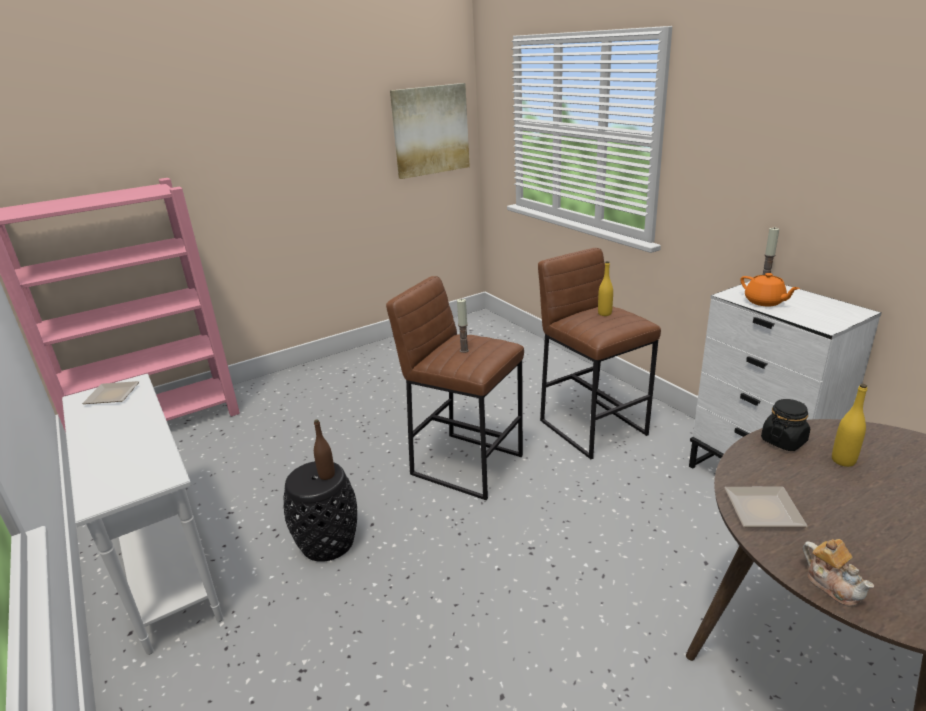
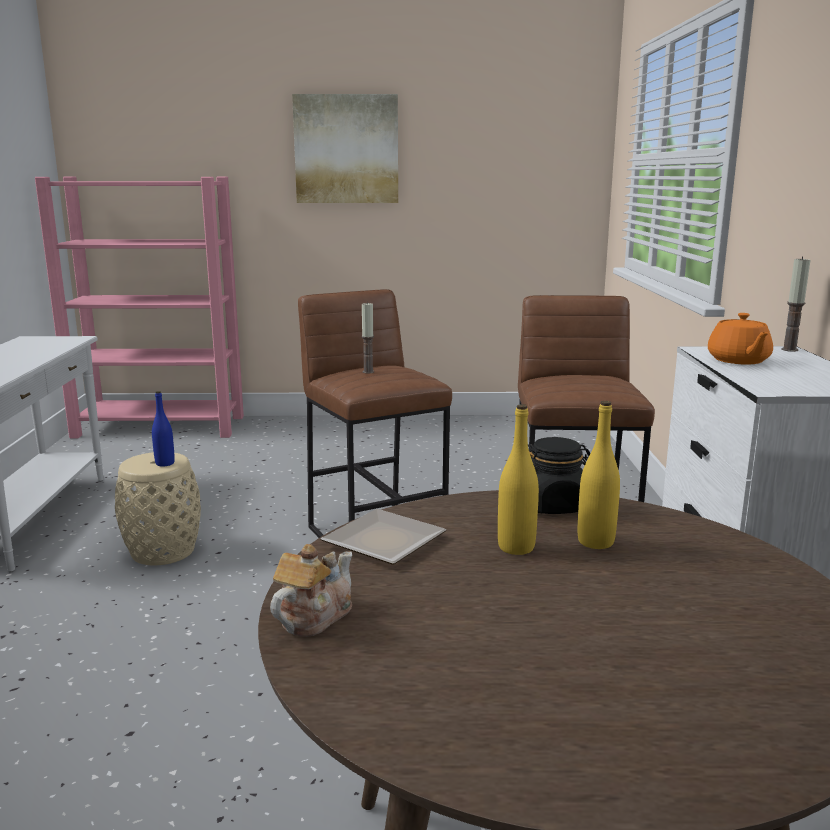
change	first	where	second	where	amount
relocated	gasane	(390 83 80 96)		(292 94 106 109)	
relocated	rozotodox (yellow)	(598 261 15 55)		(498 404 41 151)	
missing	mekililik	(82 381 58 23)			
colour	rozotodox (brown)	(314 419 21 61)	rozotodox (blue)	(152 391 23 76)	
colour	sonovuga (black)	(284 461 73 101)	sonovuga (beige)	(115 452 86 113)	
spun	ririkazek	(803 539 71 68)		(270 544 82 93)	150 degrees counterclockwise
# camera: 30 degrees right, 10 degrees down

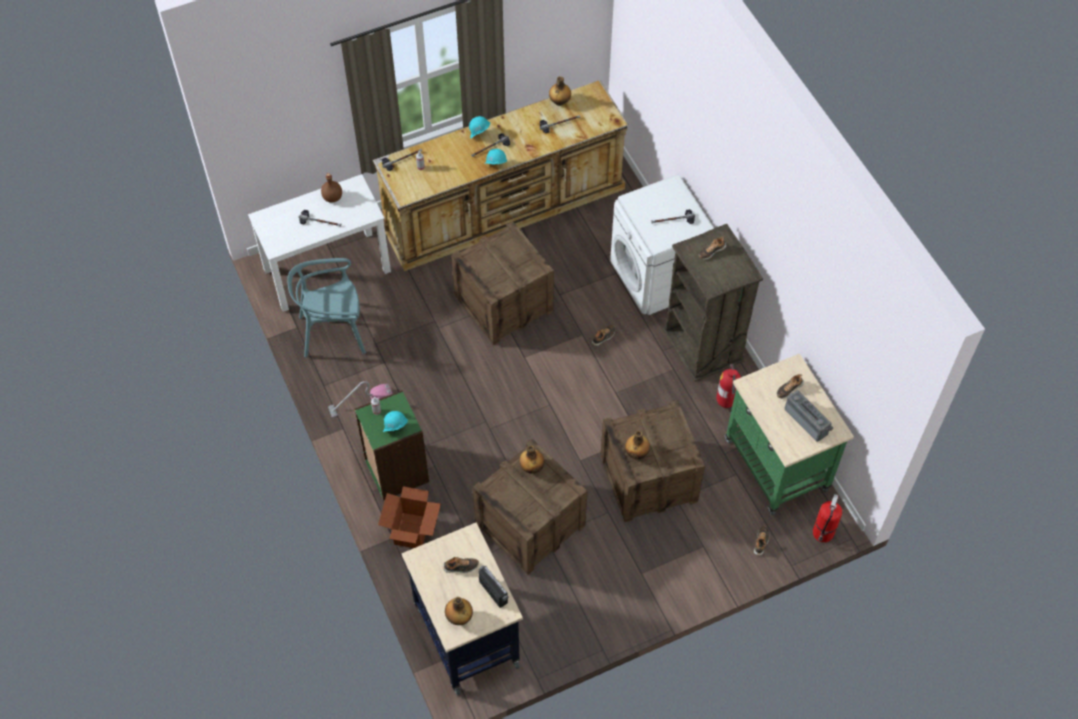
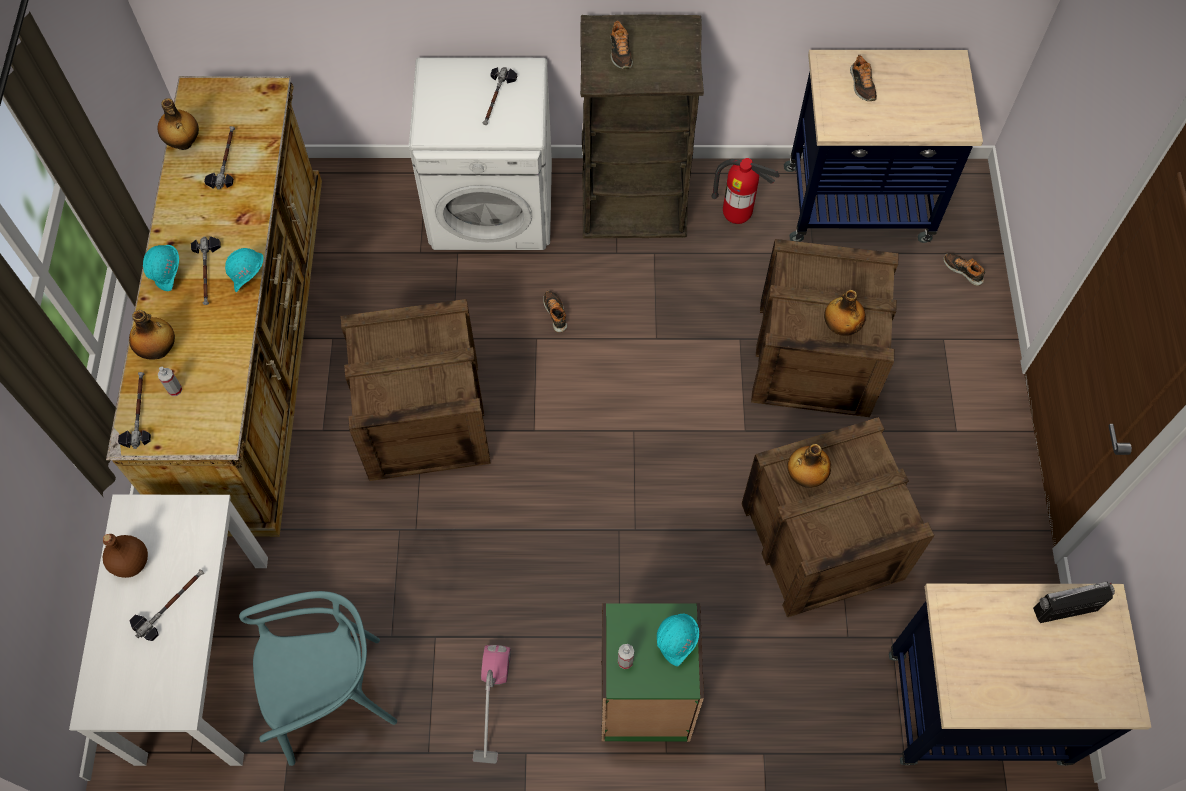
change	first	where	second	where	amount
spun	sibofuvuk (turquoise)	(287 258 79 100)		(239 591 158 175)	120 degrees counterclockwise
colour	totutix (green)	(725 353 129 162)	totutix (blue)	(784 50 199 193)	
missing	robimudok	(785 390 48 52)			
missing	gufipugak	(378 486 63 62)			
missing	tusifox	(813 494 29 48)			
missing	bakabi	(443 557 36 16)			
relocated	rozotodox	(445 597 28 28)		(129 310 46 50)	
# camera: 65 degrees left, 5 degrees up

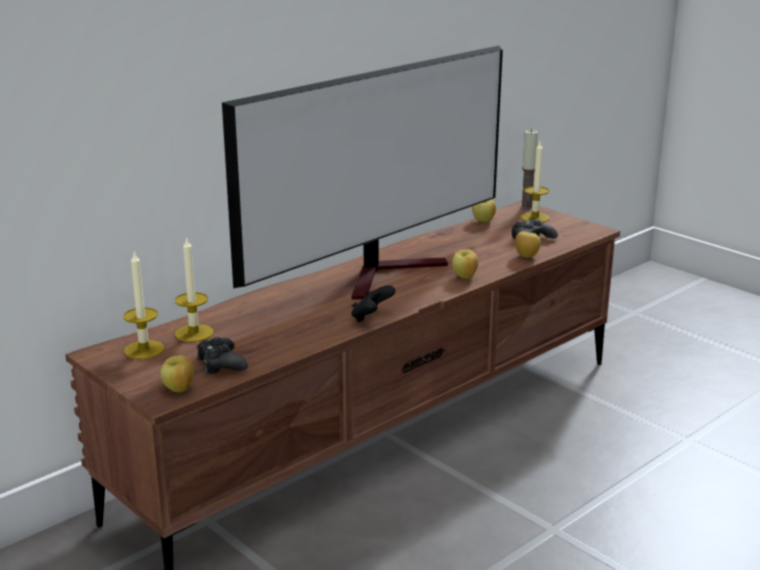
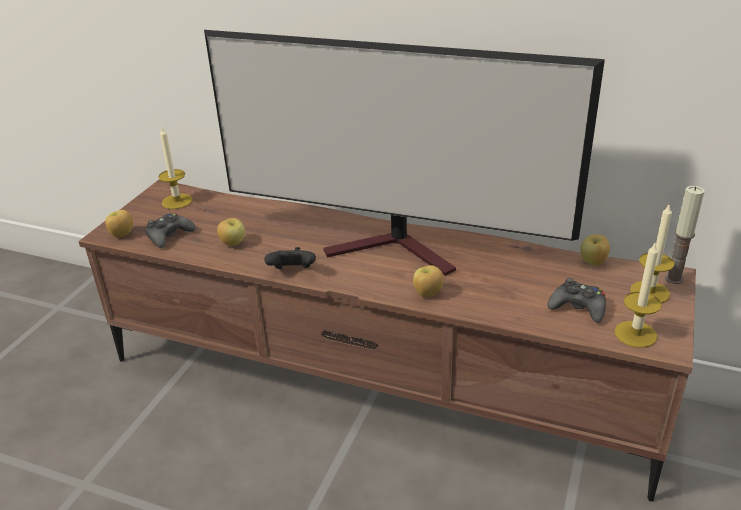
change	first	where	second	where	amount
relocated	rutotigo	(515 231 26 27)		(217 218 28 28)	
relocated	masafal	(175 236 38 106)		(614 241 48 107)	
# camera: 65 degrees right, 10 degrees up

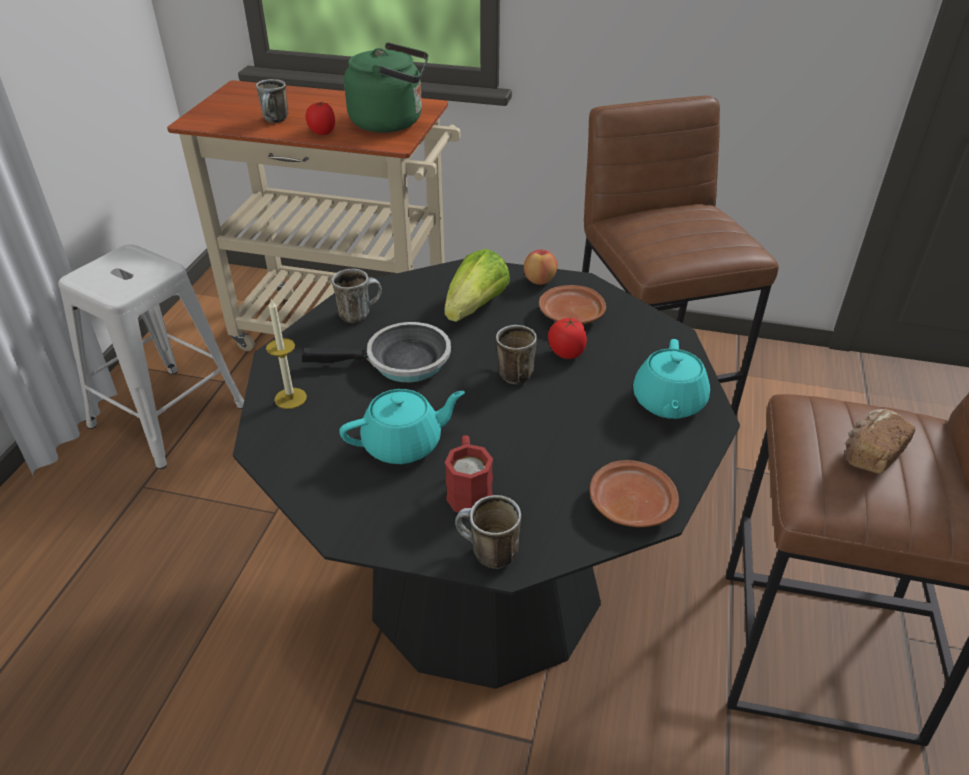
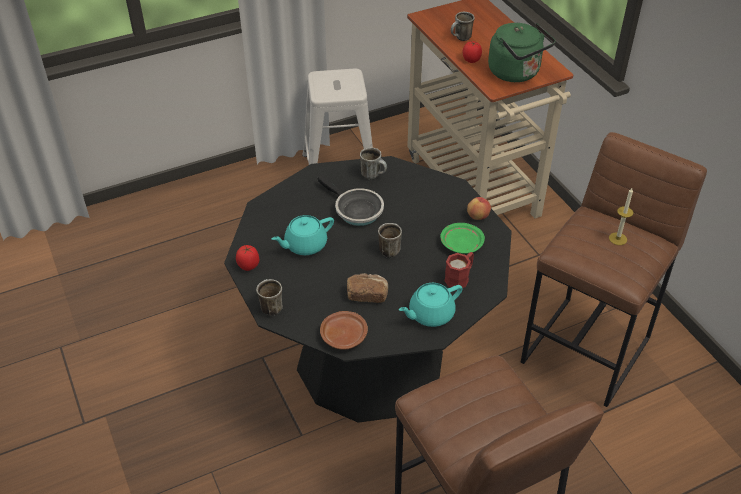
change	first	where	second	where	amount
missing	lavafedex	(444 249 66 73)			
colour	mekililik (brown)	(539 285 67 40)	mekililik (green)	(440 223 45 31)	
relocated	masafal	(266 299 41 110)		(609 188 25 57)	
relocated	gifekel	(548 317 39 42)		(236 245 23 26)	
spun	ririkazek (turquoise)	(339 389 126 75)		(271 215 63 40)	120 degrees clockwise
relocated	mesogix	(845 409 70 65)		(347 273 41 30)	
relocated	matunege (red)	(445 435 48 78)		(444 252 30 36)	
# camera: 50 degrees right, 5 degrees up

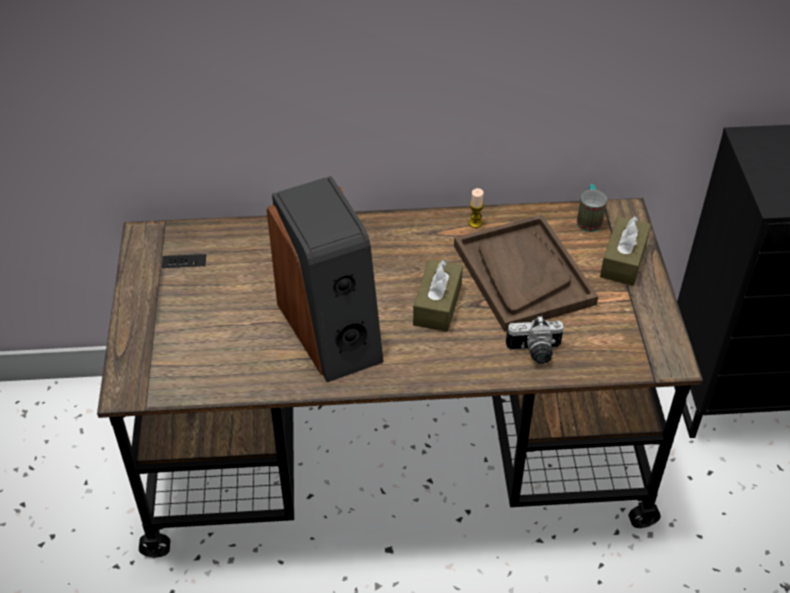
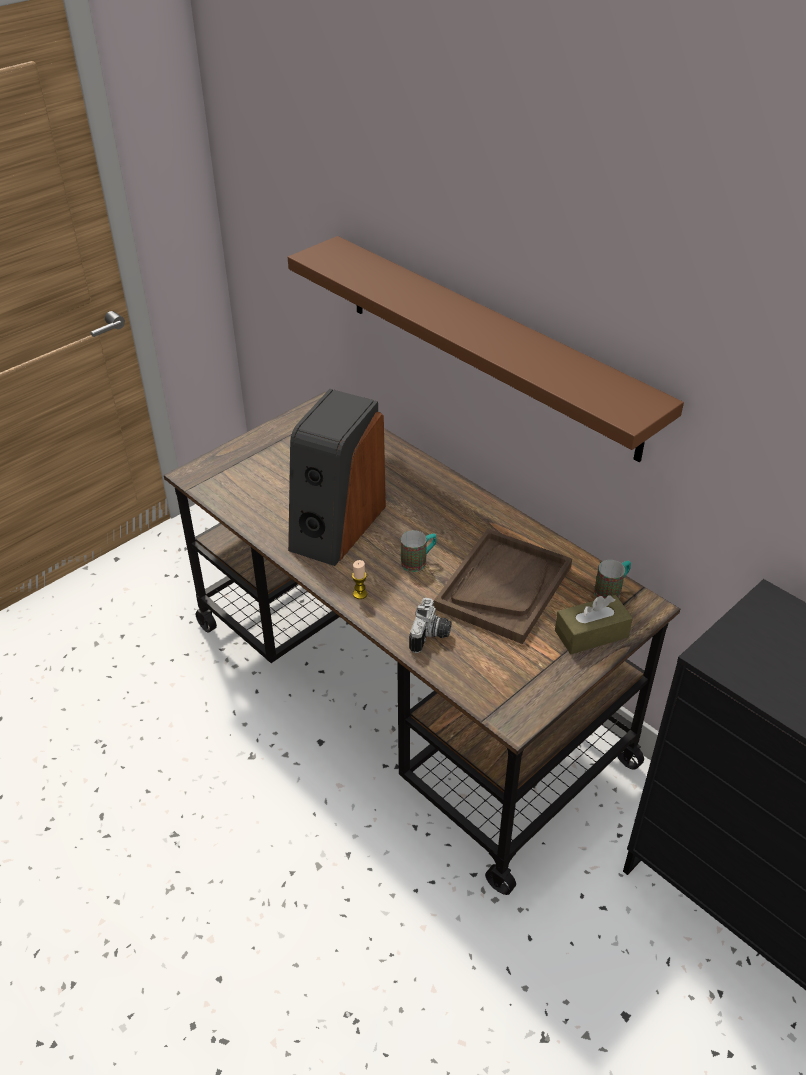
change	first	where	second	where	amount
relocated	masafal	(469 188 15 40)		(352 560 15 39)	
exchanged	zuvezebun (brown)	(413 259 50 73)	matunege	(401 530 36 42)	
spun	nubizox	(506 316 58 48)		(409 598 42 55)	120 degrees counterclockwise
appeared			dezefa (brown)	(288 236 396 226)	
# camera: 50 degrees right, 5 degrees down

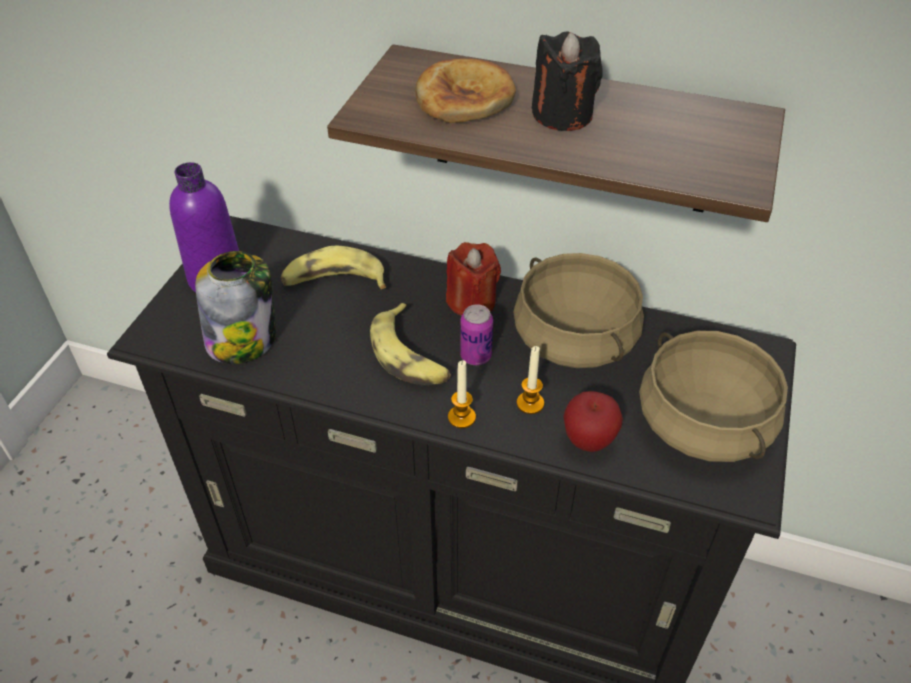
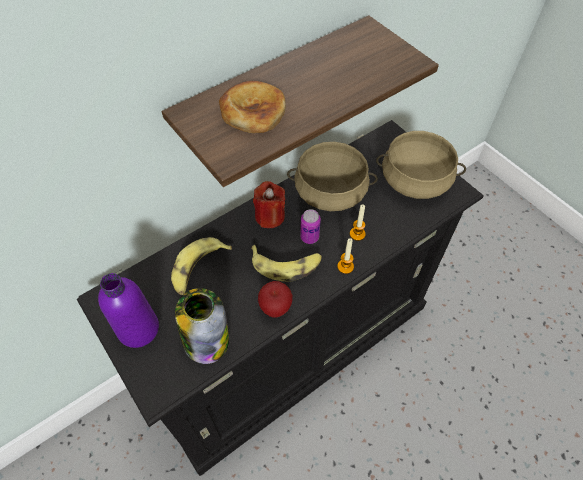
change	first	where	second	where	amount
missing	masafal (black)	(532 31 71 100)			
relocated	rutotigo	(563 391 60 61)		(258 281 35 37)	
# camera: 55 degrees left, 10 degrees up

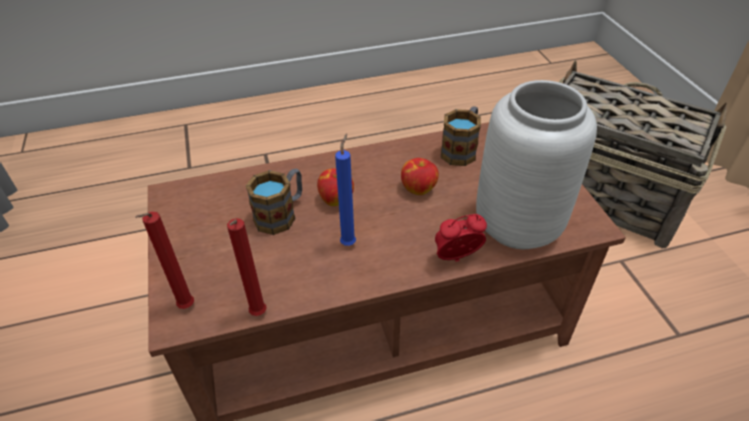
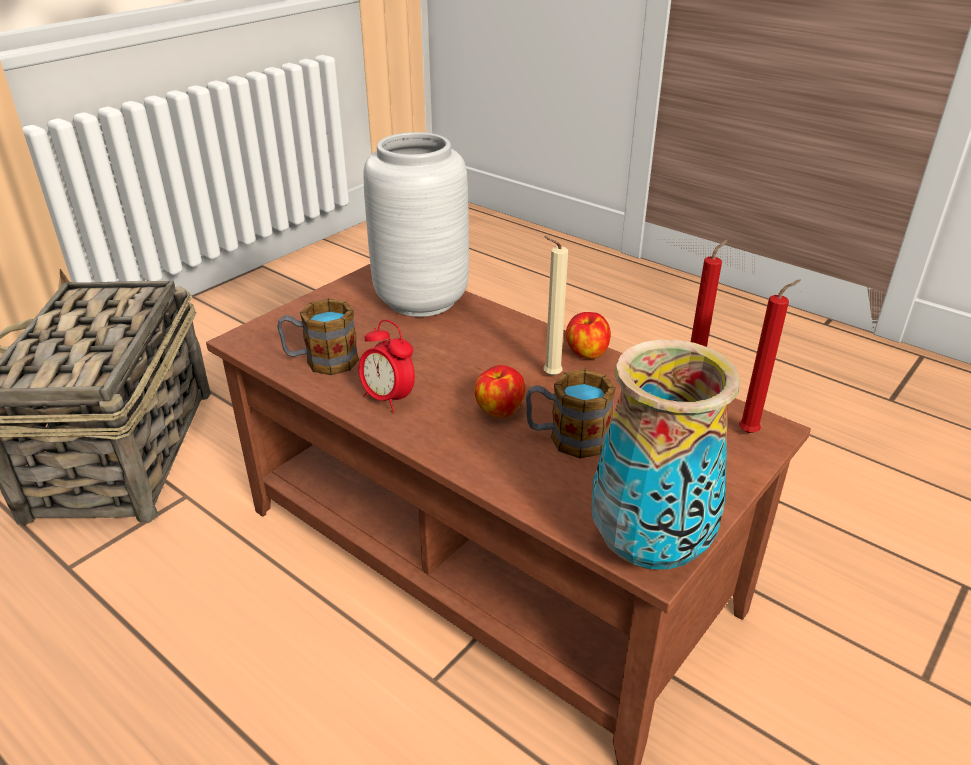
change	first	where	second	where	amount
colour	masafal (blue)	(335 133 21 113)	masafal (beige)	(544 236 24 140)	
relocated	rutotigo	(401 158 38 37)		(566 312 45 47)	
relocated	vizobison	(435 214 52 48)		(359 320 56 93)	
appeared			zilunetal	(591 340 150 229)	
# camera: 125 degrees left, 10 degrees down

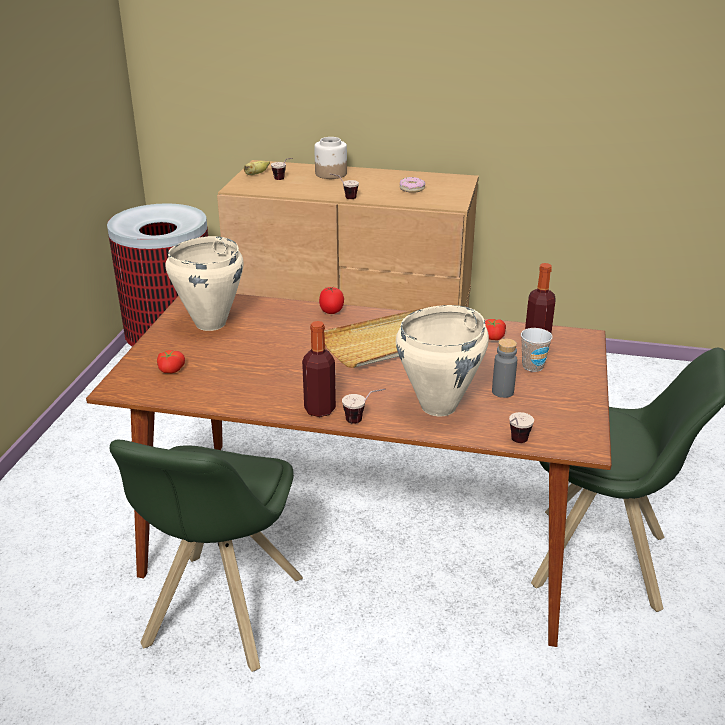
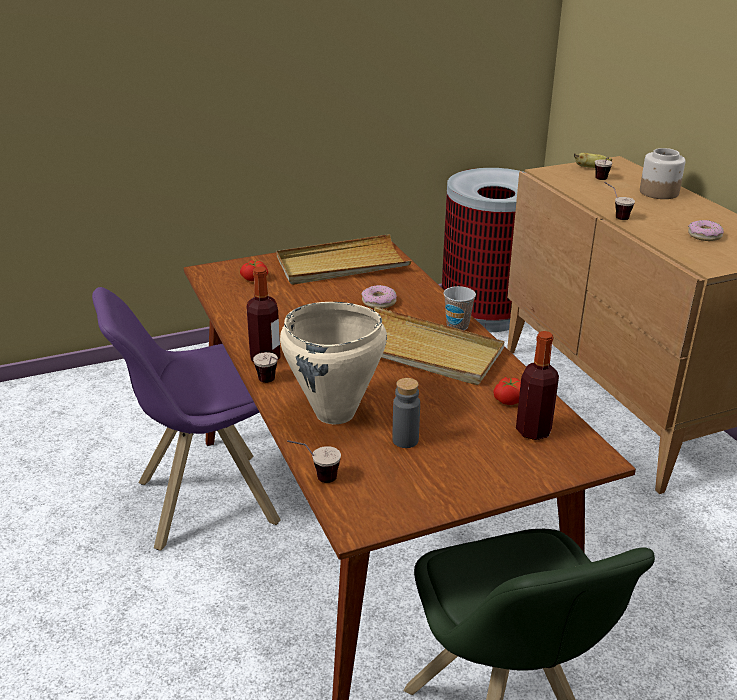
change	first	where	second	where	amount
exchanged	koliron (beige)	(166 236 78 95)	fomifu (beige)	(277 234 134 51)	
missing	gifekel	(319 287 25 27)			
relocated	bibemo	(521 328 32 44)		(444 286 32 44)	
colour	sibofuvuk (green)	(110 440 193 232)	sibofuvuk (purple)	(92 287 189 264)	
appeared			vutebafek	(361 285 36 24)	
# camera: 55 degrees right, 0 degrees up

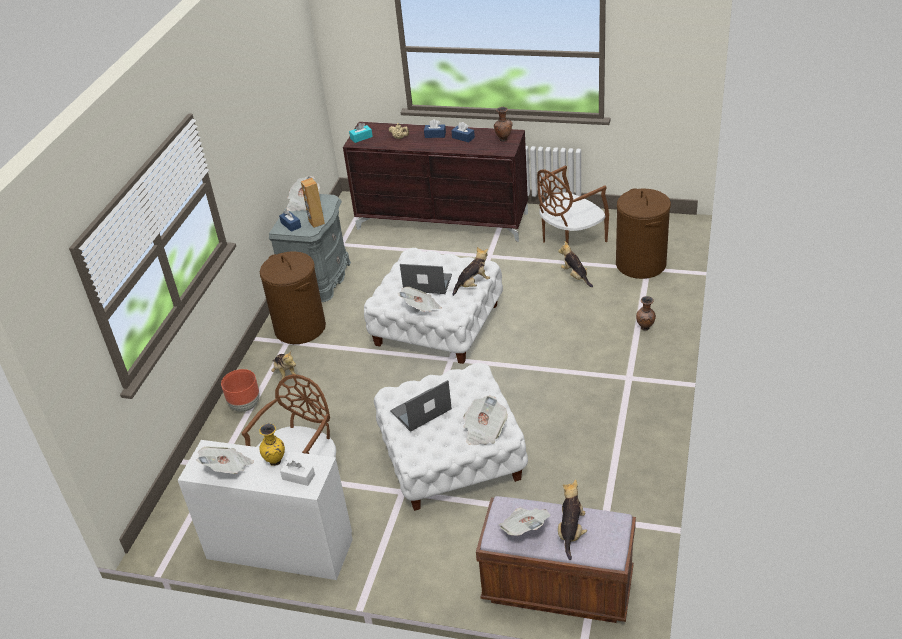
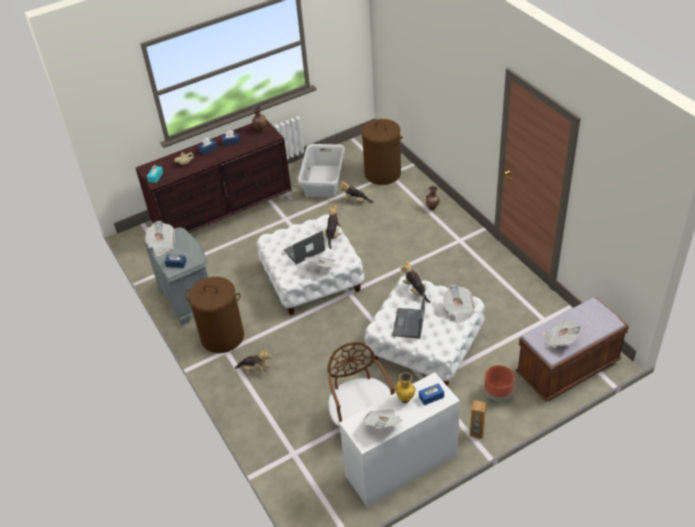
change	first	where	second	where	amount
exchanged	sibofuvuk (brown)	(537 165 72 79)	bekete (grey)	(298 144 47 54)	
relocated	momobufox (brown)	(301 178 24 50)		(470 400 16 39)	
relocated	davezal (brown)	(221 369 39 43)		(484 365 31 37)	
colour	zuvezebun (white)	(280 460 35 26)	zuvezebun (blue)	(419 383 25 22)	
relocated	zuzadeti	(558 479 29 81)		(400 260 30 43)	
# camera: 45 degrees left, 5 degrees up

